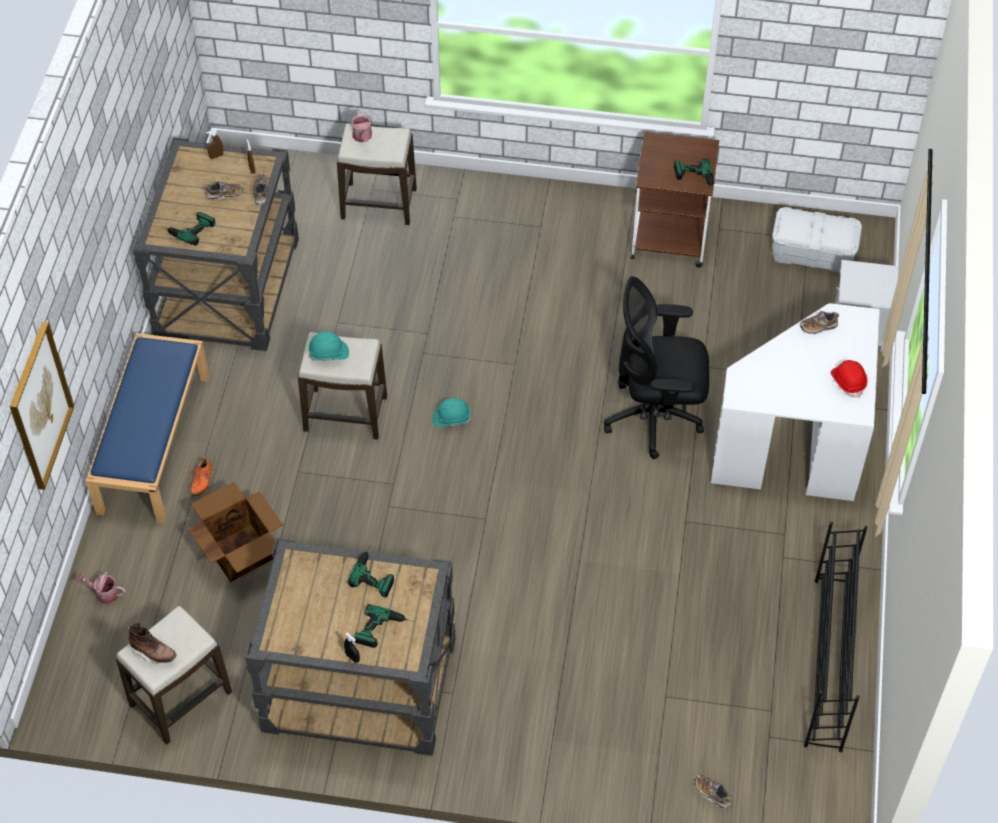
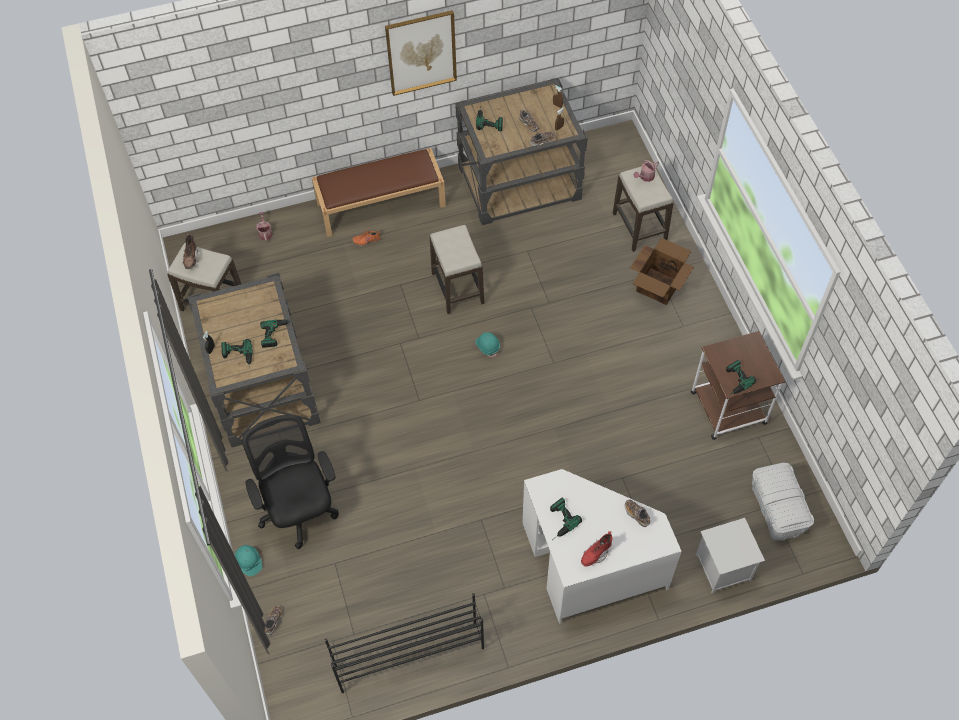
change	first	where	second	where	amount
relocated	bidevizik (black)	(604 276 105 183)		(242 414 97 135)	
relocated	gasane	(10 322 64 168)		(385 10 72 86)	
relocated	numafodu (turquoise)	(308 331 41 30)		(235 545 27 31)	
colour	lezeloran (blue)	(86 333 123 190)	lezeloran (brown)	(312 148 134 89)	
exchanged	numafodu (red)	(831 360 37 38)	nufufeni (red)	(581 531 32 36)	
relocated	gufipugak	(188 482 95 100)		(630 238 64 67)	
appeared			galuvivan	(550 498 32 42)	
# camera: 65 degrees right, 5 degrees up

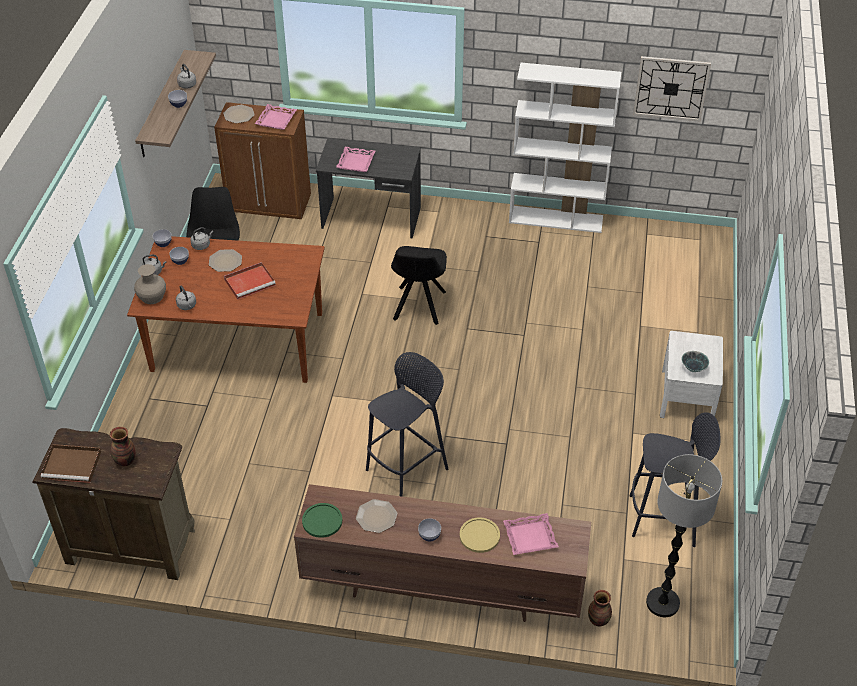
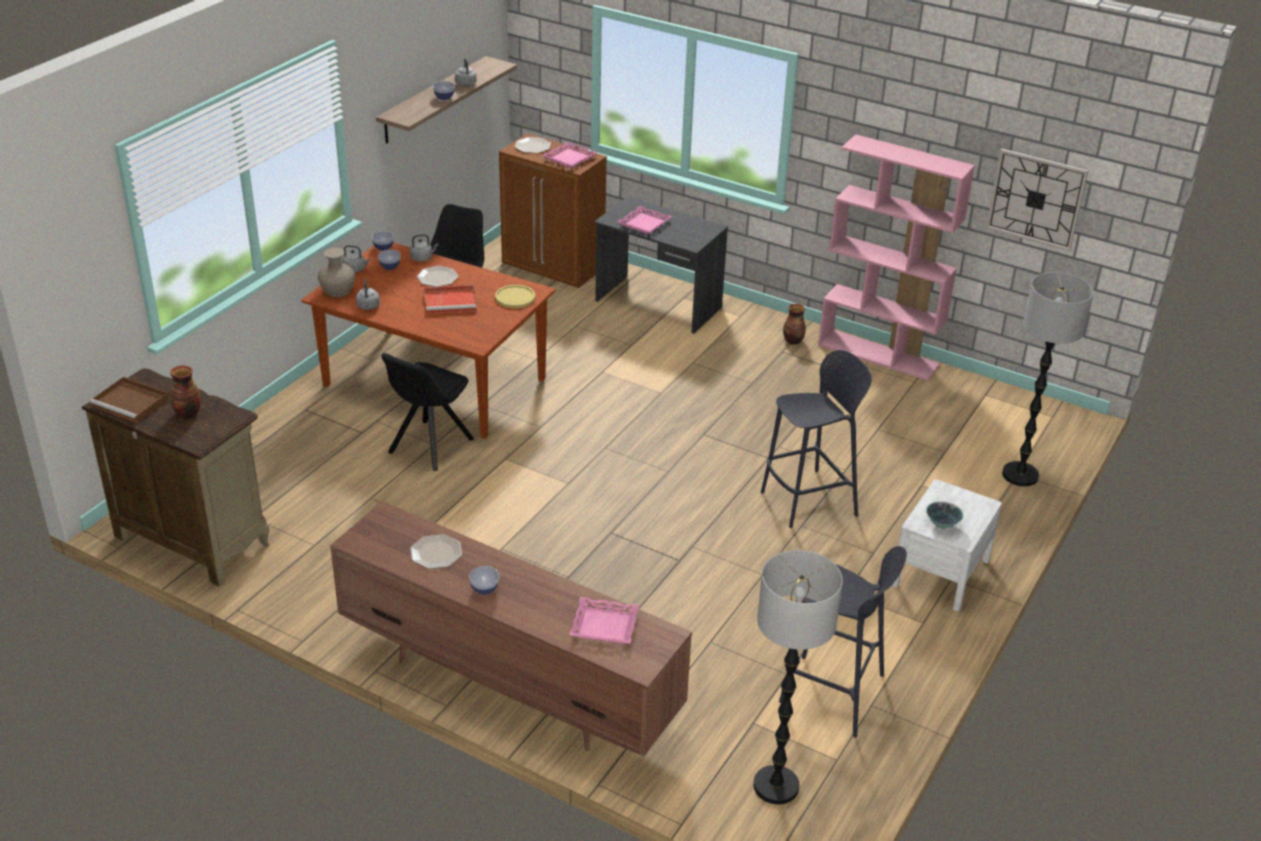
change	first	where	second	where	amount
colour	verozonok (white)	(509 63 112 170)	verozonok (pink)	(818 134 157 247)	
relocated	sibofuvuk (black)	(391 246 56 79)		(382 353 92 118)	
relocated	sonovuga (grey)	(366 352 82 145)		(761 350 110 178)	
missing	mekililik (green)	(302 503 40 35)			
relocated	mekililik (yellow)	(460 517 40 36)		(495 285 40 23)	
relocated	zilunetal	(588 590 24 36)		(783 304 23 41)	
appeared			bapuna	(1002 272 92 214)	
# camera: 20 degrees right, 10 degrees down

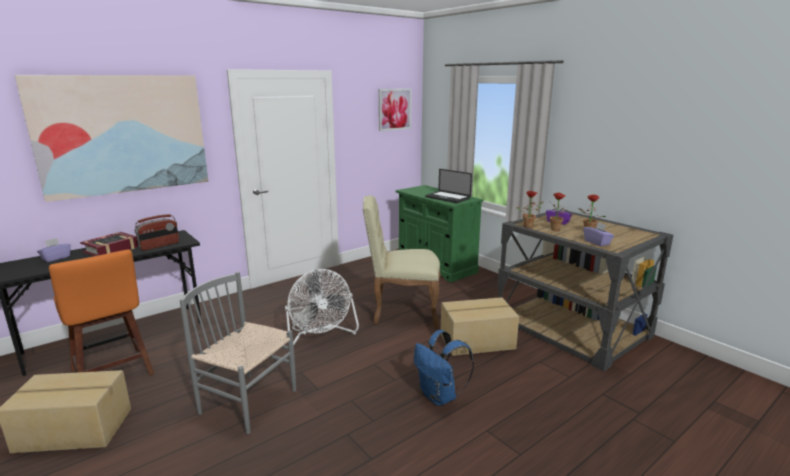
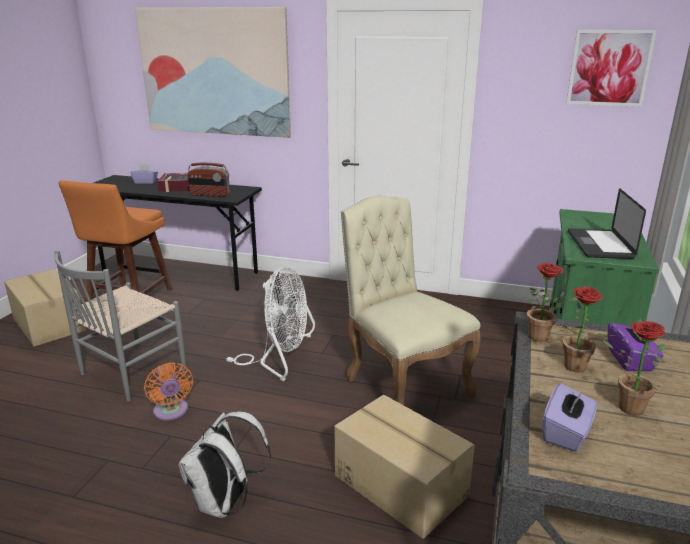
change	first	where	second	where	amount
spun	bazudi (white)	(285 269 74 76)		(226 267 89 114)	105 degrees counterclockwise
spun	sibofuvuk (grey)	(180 272 116 162)		(54 250 132 152)	135 degrees counterclockwise
colour	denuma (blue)	(414 330 60 76)	denuma (white)	(179 411 92 107)	
appeared			bazudi (orange)	(144 362 49 59)	
# camera: 55 degrees right, 5 degrees up

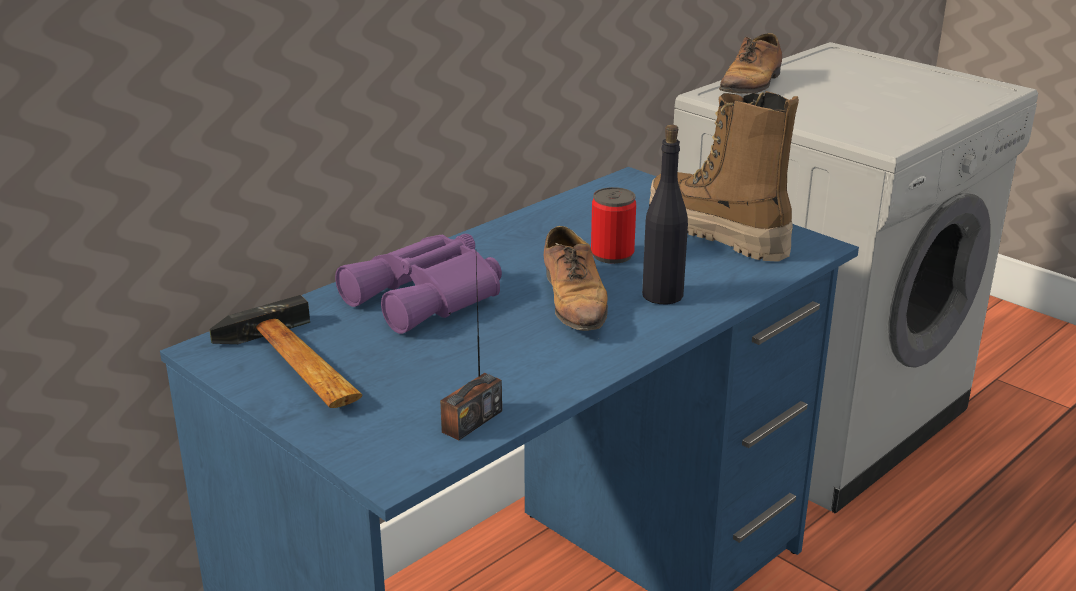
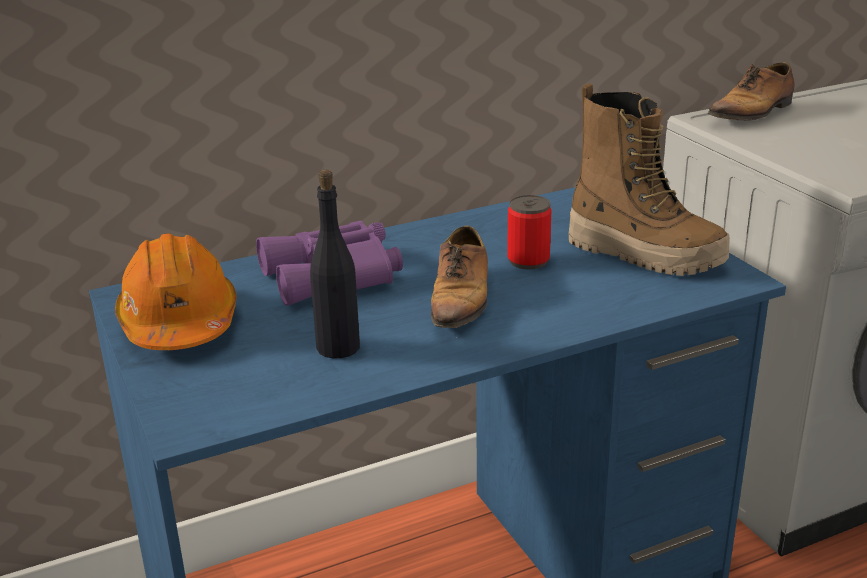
change	first	where	second	where	amount
spun	nufufeni	(649 91 150 171)		(569 83 161 193)	150 degrees clockwise
relocated	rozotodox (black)	(642 125 46 179)		(310 170 50 189)	
missing	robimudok	(440 260 62 180)			
exchanged	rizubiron	(209 295 154 113)	numafodu (orange)	(115 233 122 117)	
# camera: 20 degrees right, 0 degrees up

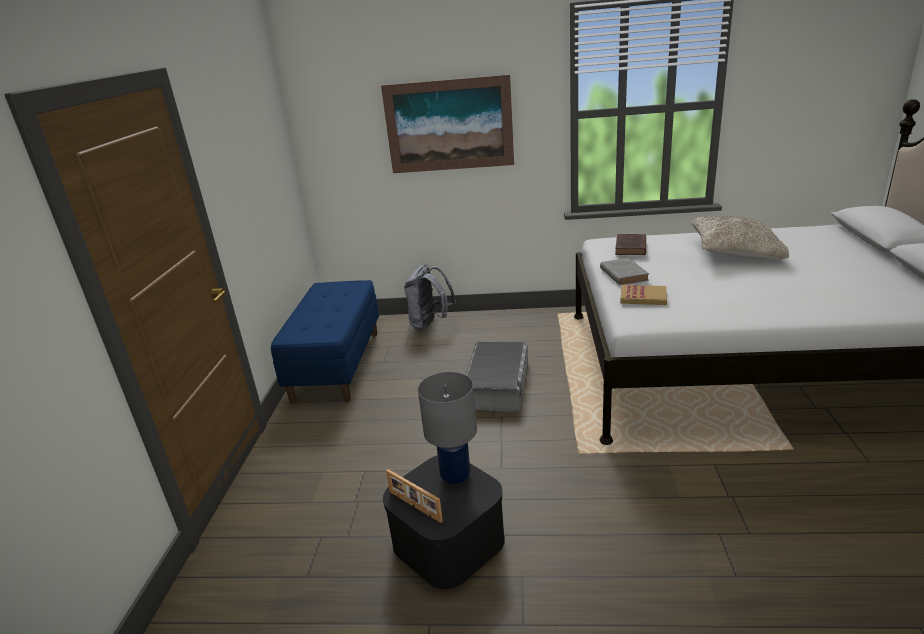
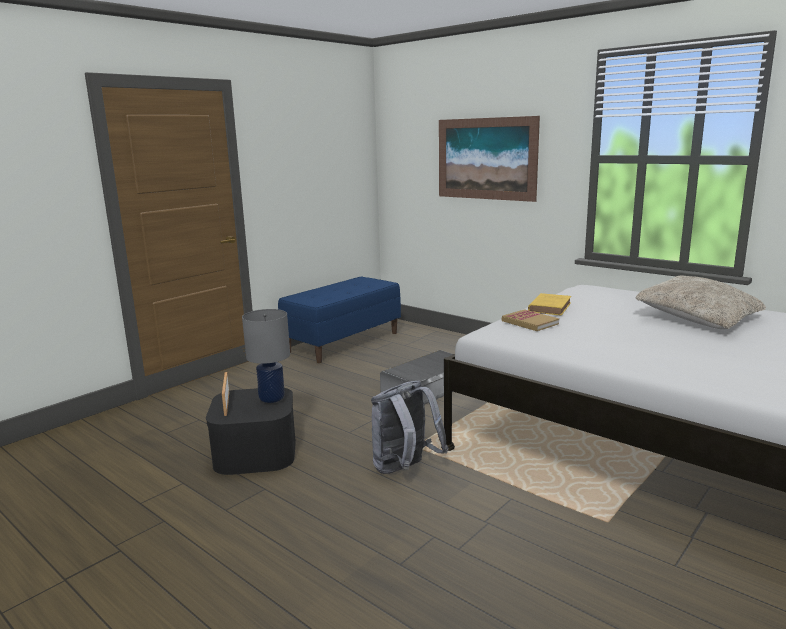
change	first	where	second	where	amount
missing	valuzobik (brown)	(615 234 31 21)			
colour	valuzobik (grey)	(600 258 49 27)	valuzobik (yellow)	(528 293 43 22)	
relocated	denuma (grey)	(404 264 52 66)		(371 381 78 93)	
# camera: 35 degrees right, 10 degrees down

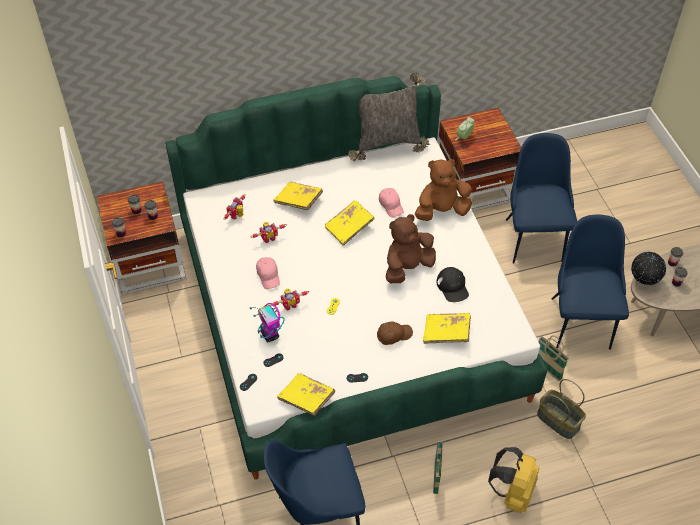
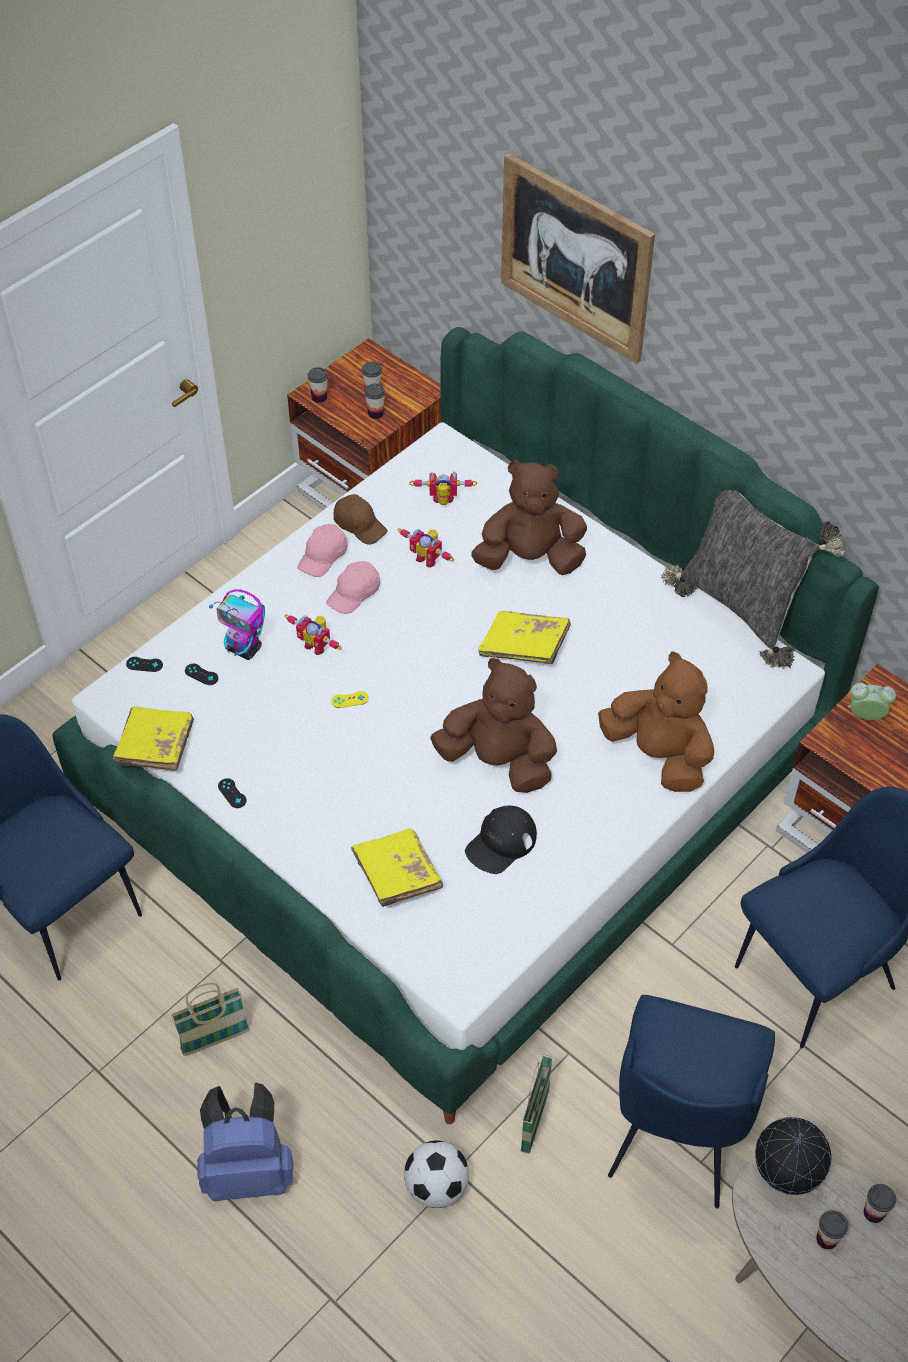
change	first	where	second	where	amount
exchanged	valuzobik (yellow)	(274 182 49 28)	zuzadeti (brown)	(471 460 116 115)	
relocated	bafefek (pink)	(379 188 25 29)		(297 524 51 53)	
spun	sibofuvuk (blue)	(551 214 78 136)		(608 995 167 214)	135 degrees clockwise
spun	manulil	(250 303 35 39)		(209 589 56 71)	90 degrees counterclockwise
relocated	bafefek (brown)	(377 321 36 24)		(334 494 53 51)	
exchanged	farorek	(537 379 49 60)	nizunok	(404 1141 65 67)	
colour	denuma (yellow)	(488 447 52 66)	denuma (blue)	(197 1083 96 118)	
appeared			gasane	(501 153 154 211)	
# camera: 60 degrees right, 0 degrees up

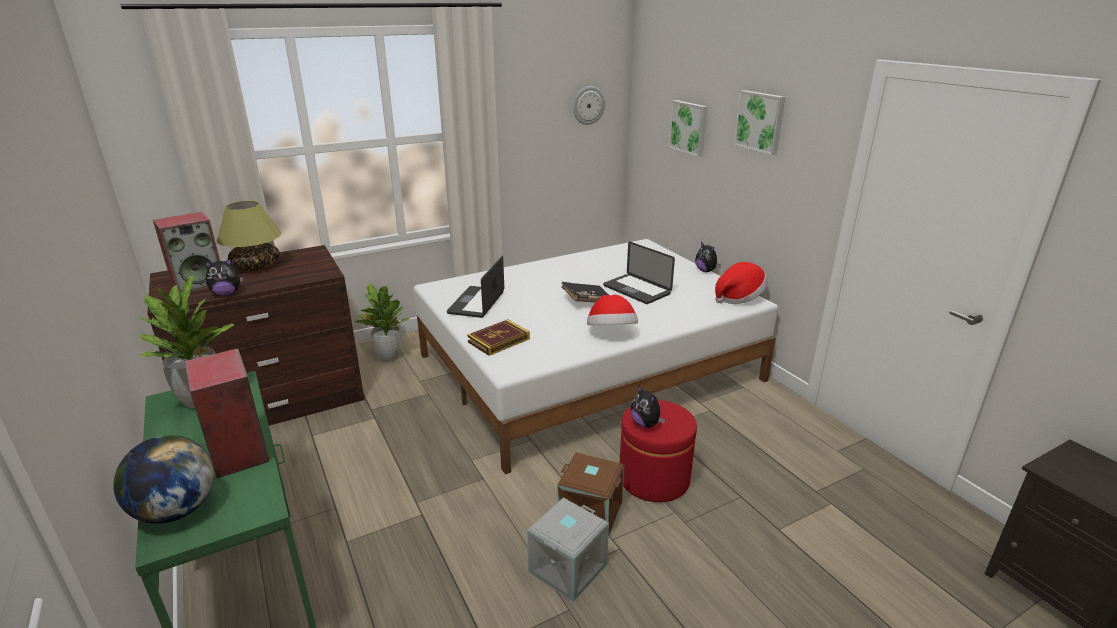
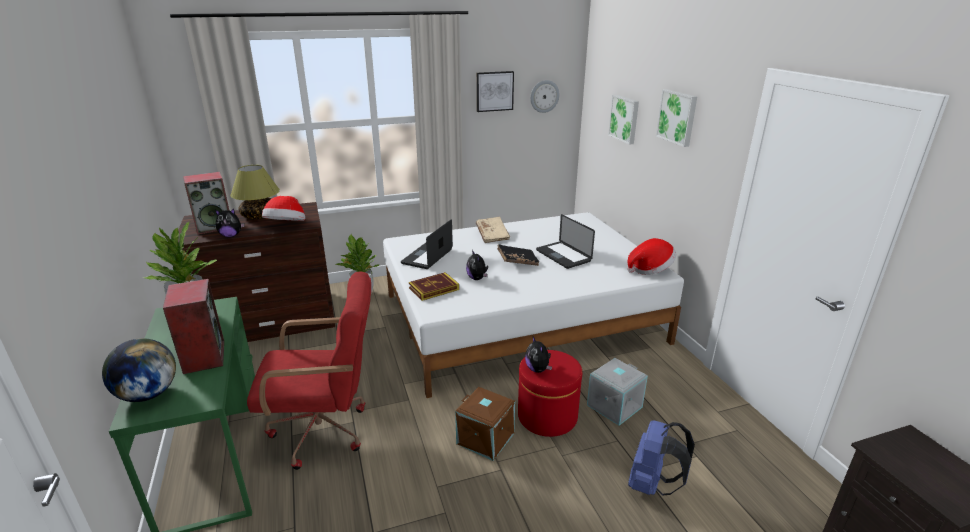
change	first	where	second	where	amount
relocated	zuzadeti	(695 242 26 30)		(466 250 22 30)	
relocated	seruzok	(587 295 51 30)		(262 196 43 25)	
relocated	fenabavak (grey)	(527 498 82 104)		(587 358 61 68)	
appeared			gasane	(476 71 38 41)	
appeared			valuzobik (beige)	(476 216 34 27)	
appeared			bidevizik (red)	(247 272 124 198)	
appeared			denuma (blue)	(628 420 67 76)	
# camera: 10 degrees right, 0 degrees up

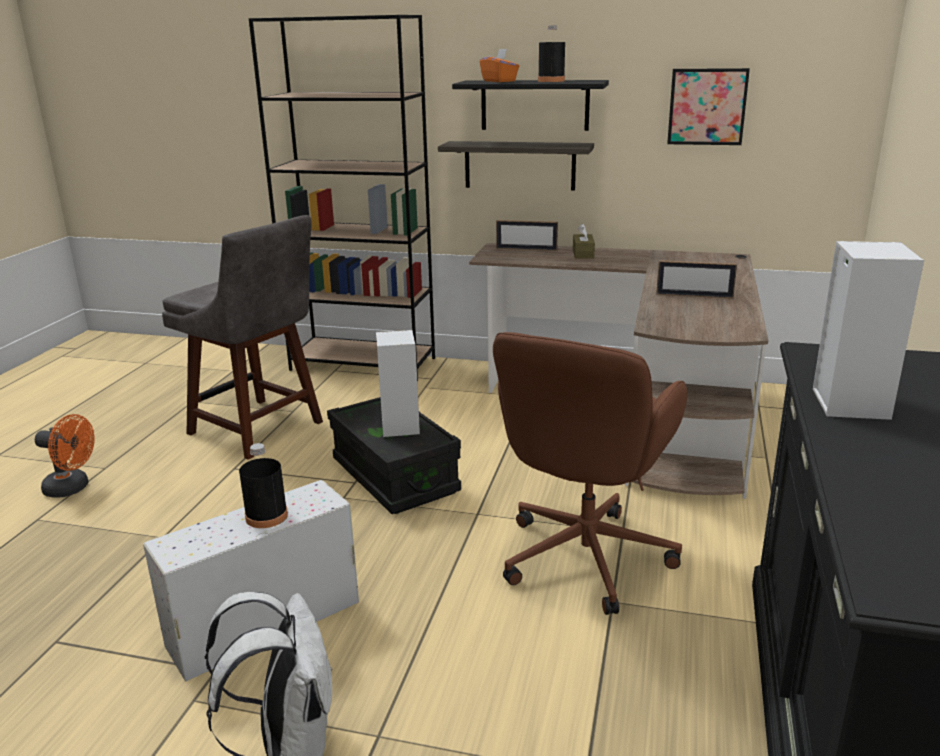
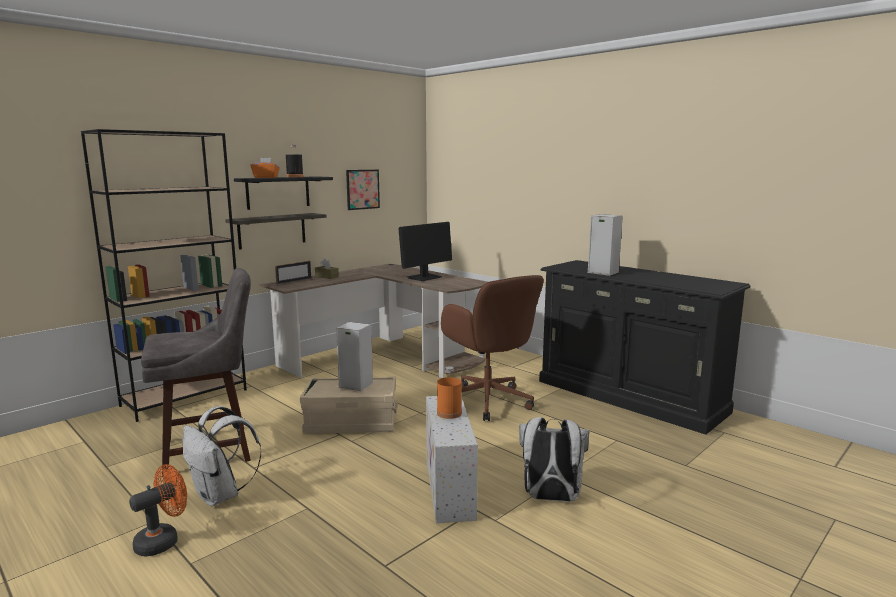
change	first	where	second	where	amount
exchanged	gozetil	(656 260 81 39)	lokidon	(399 222 53 59)	
colour	fenabavak (black)	(327 397 134 117)	fenabavak (beige)	(300 377 97 57)	
colour	rozotodox (black)	(239 443 49 85)	rozotodox (orange)	(437 366 25 53)	
appeared			denuma (white)	(183 406 79 100)	
# camera: 60 degrees left, 10 degrees down

